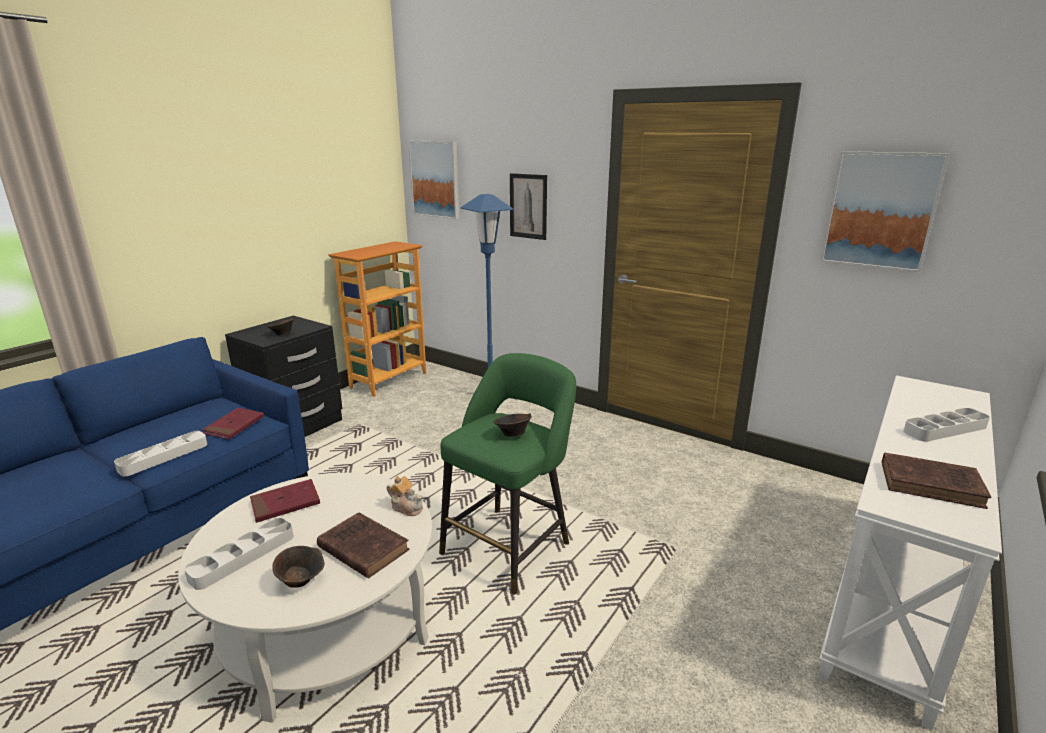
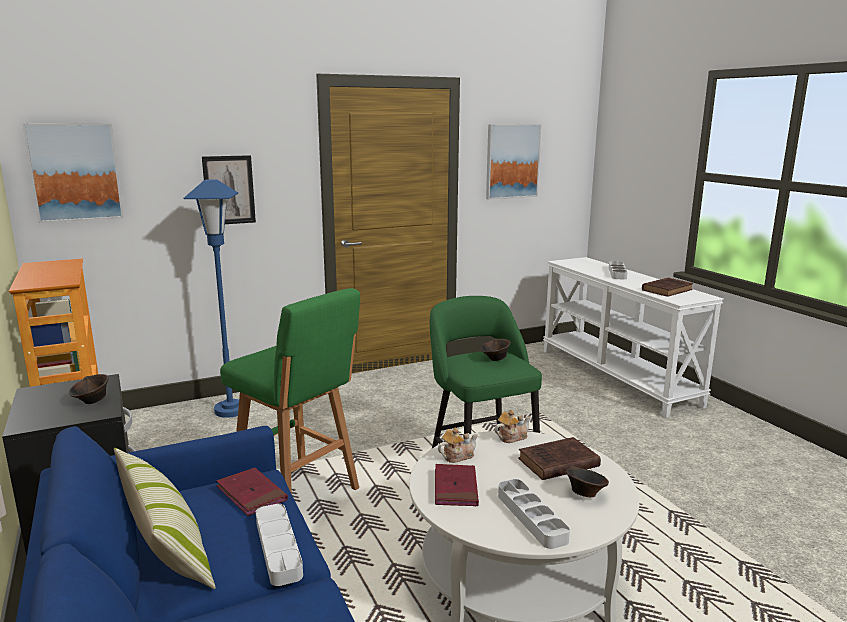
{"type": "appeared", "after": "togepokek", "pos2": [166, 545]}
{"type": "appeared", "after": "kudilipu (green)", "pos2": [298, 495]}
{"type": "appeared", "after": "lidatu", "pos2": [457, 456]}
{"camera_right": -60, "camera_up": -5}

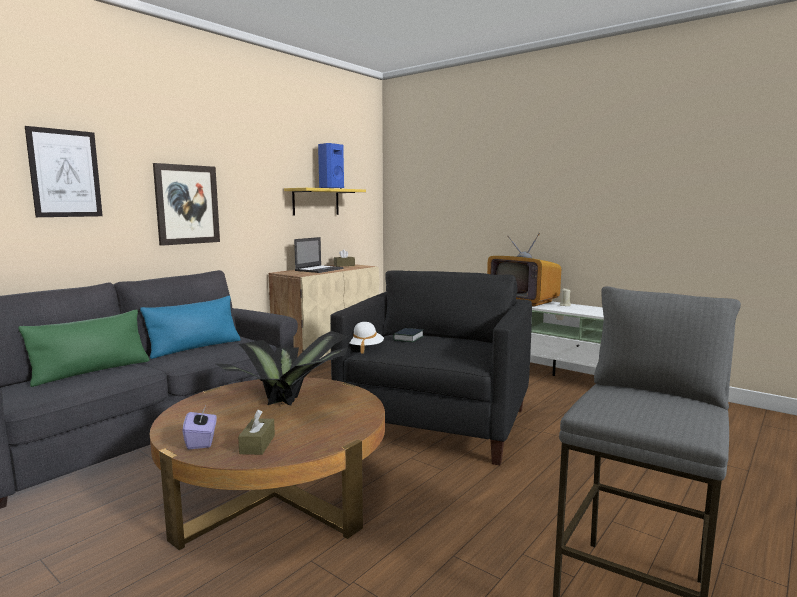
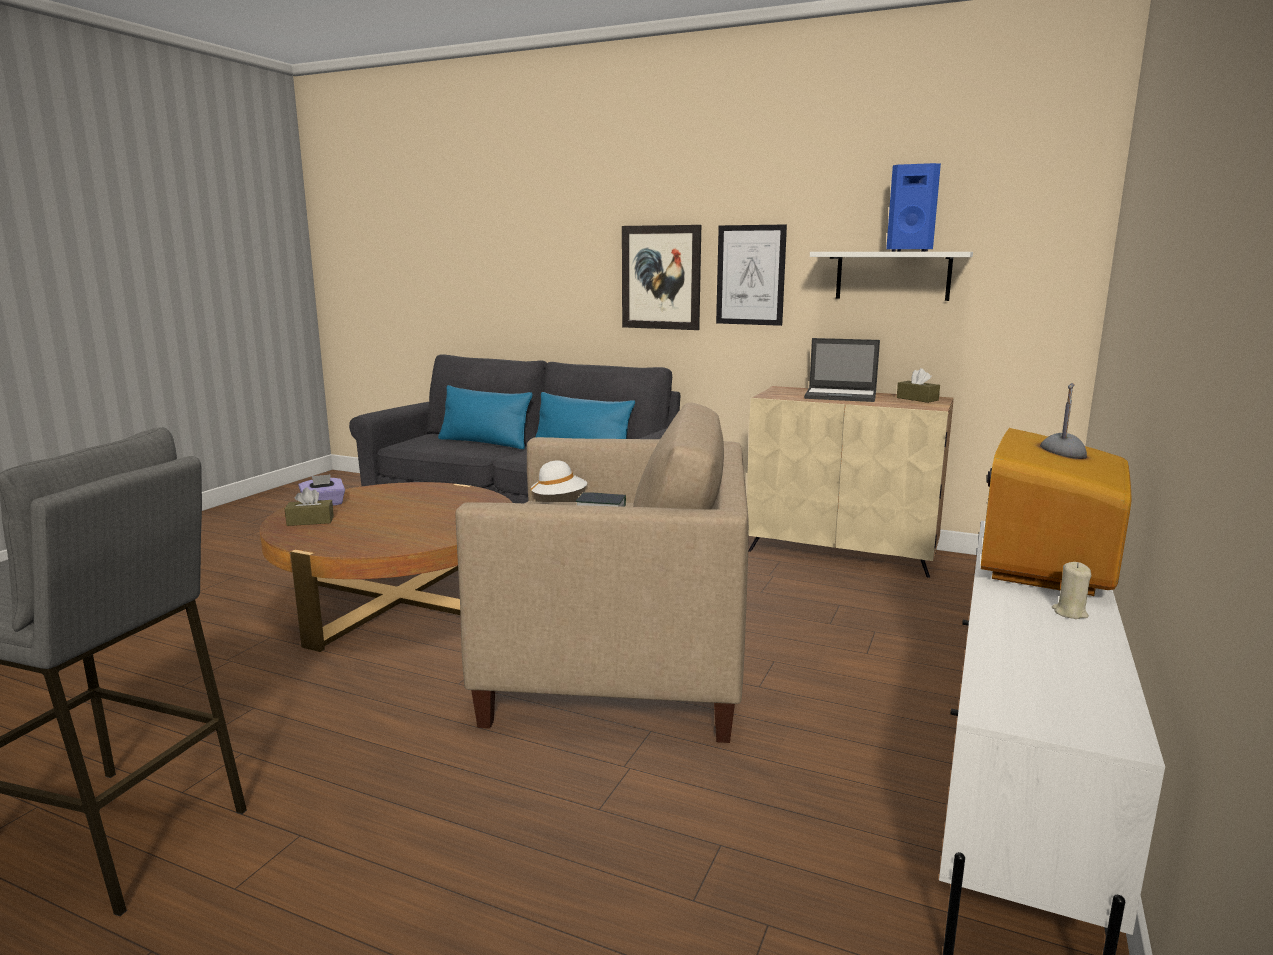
{"type": "colour", "before": "togepokek (green)", "after": "togepokek (blue)", "pos1": [91, 371], "pos2": [484, 442]}
{"type": "colour", "before": "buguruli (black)", "after": "buguruli (beige)", "pos1": [436, 423], "pos2": [618, 664]}
{"type": "relocated", "before": "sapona", "pos1": [65, 173], "pos2": [750, 275]}
{"type": "colour", "before": "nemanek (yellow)", "after": "nemanek (white)", "pos1": [316, 202], "pos2": [892, 275]}
{"type": "missing", "before": "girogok", "pos1": [291, 401]}
{"camera_right": 75, "camera_up": 5}

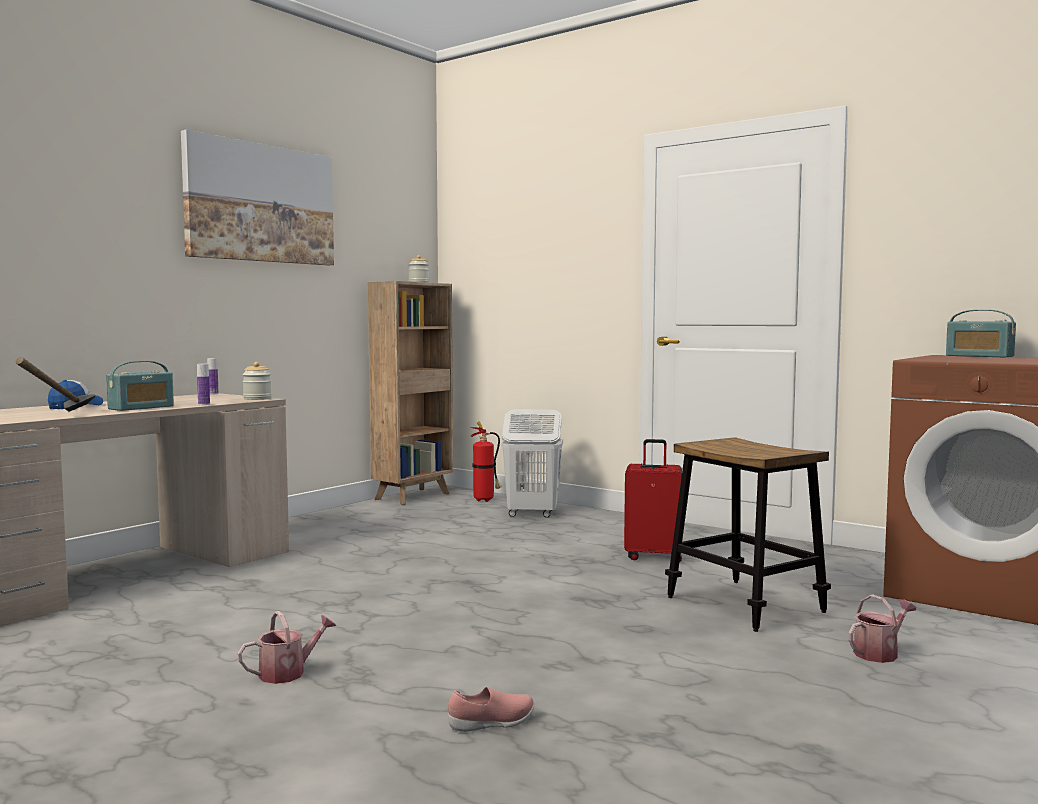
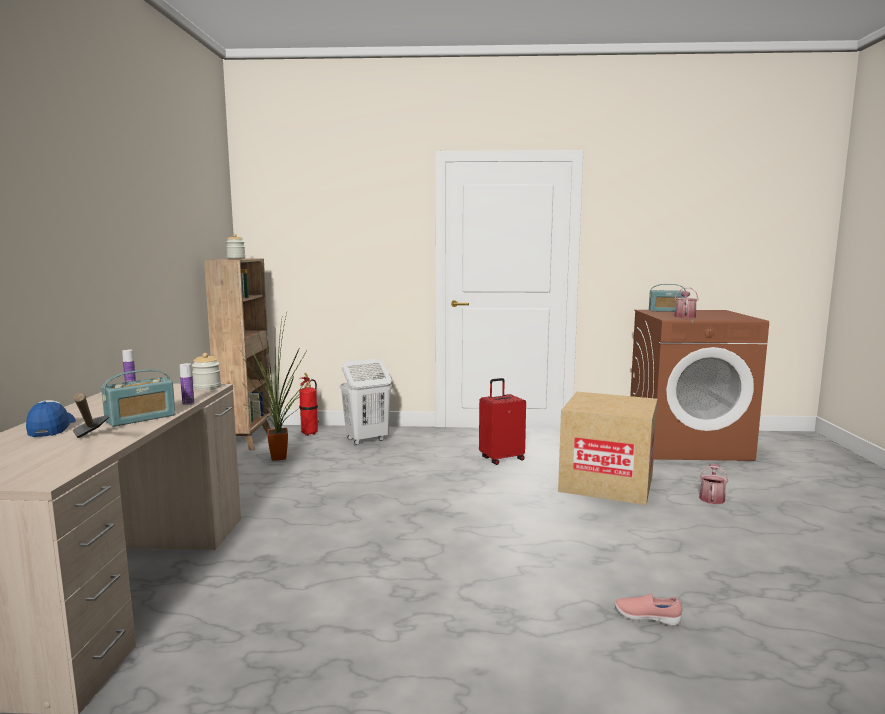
{"type": "spun", "before": "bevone", "pos1": [141, 407], "pos2": [140, 418], "turn": 45}
{"type": "appeared", "after": "girogok", "pos2": [278, 459]}
{"type": "exchanged", "before": "kudilipu", "after": "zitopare", "pos1": [745, 604], "pos2": [606, 483]}
{"type": "spun", "before": "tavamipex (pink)", "pos1": [492, 723], "pos2": [646, 618], "turn": -105}
{"type": "relocated", "before": "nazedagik", "pos1": [288, 672], "pos2": [684, 316]}
{"type": "missing", "before": "sapona", "pos1": [260, 203]}
{"camera_right": -35, "camera_up": 5}

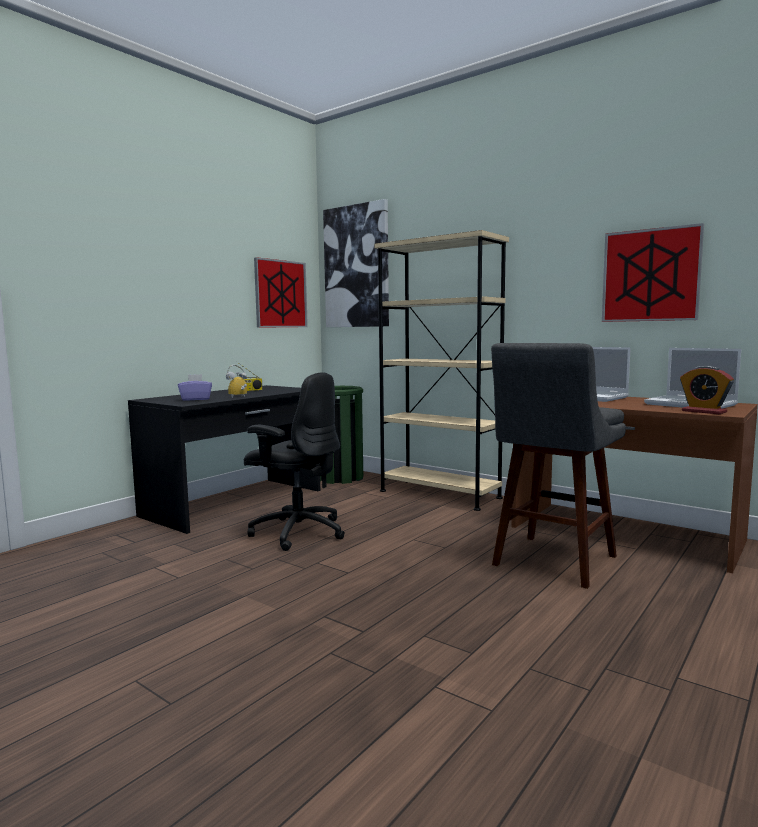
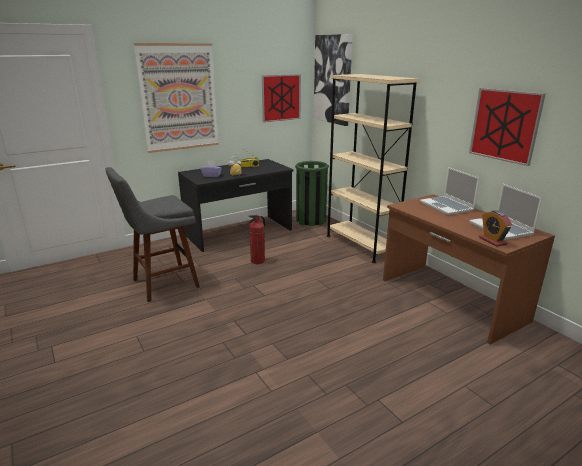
{"type": "relocated", "before": "kudilipu (grey)", "pos1": [552, 562], "pos2": [162, 284]}
{"type": "appeared", "after": "sapona", "pos2": [179, 98]}
{"type": "exchanged", "before": "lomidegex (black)", "after": "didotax", "pos1": [297, 532], "pos2": [258, 261]}
{"camera_right": 20, "camera_up": 15}

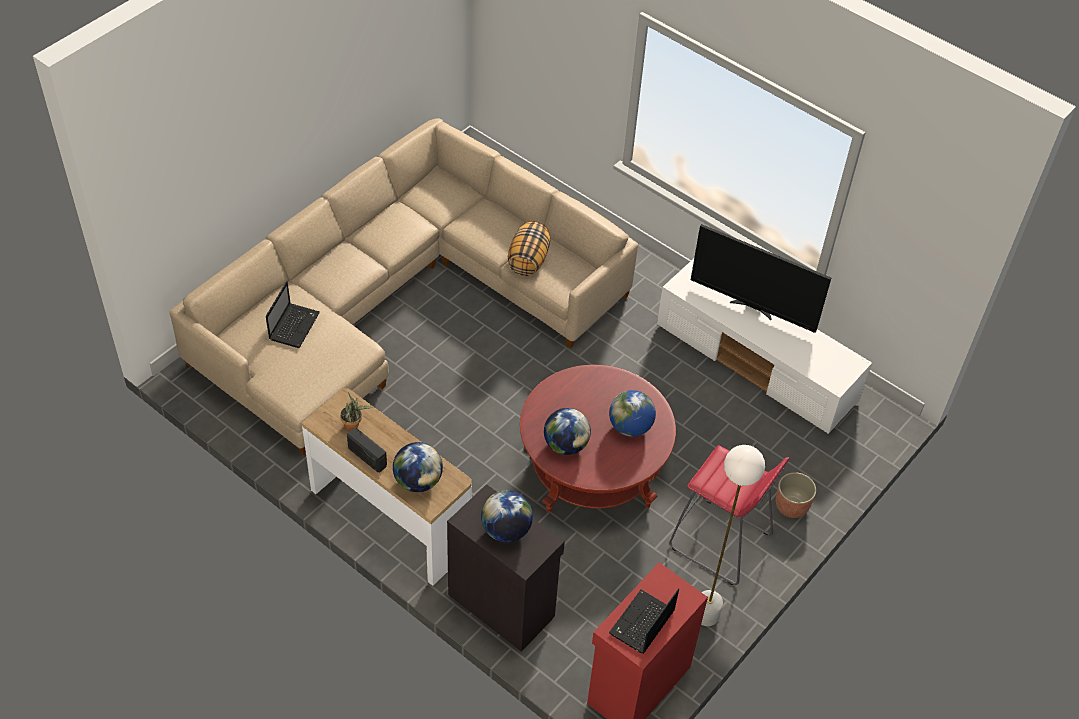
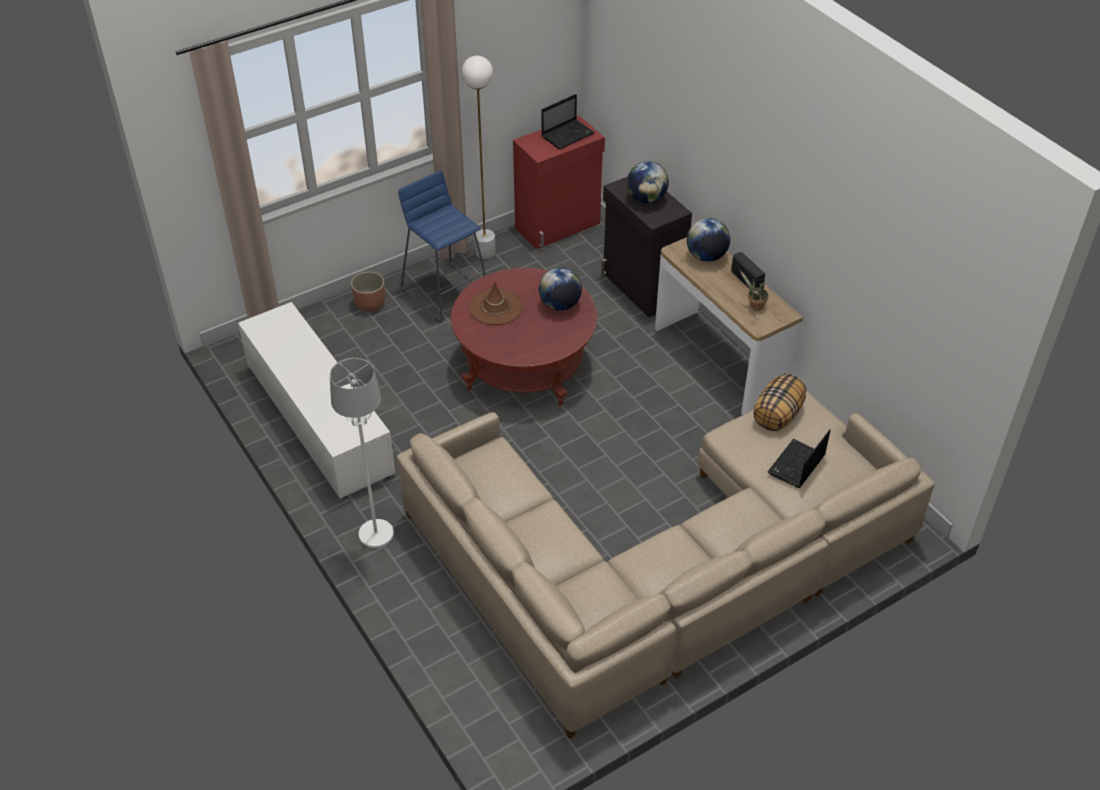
{"type": "appeared", "after": "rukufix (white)", "pos2": [375, 534]}
{"type": "colour", "before": "kudilipu (red)", "after": "kudilipu (blue)", "pos1": [720, 542], "pos2": [445, 292]}
{"type": "exchanged", "before": "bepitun", "after": "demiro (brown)", "pos1": [630, 427], "pos2": [496, 307]}
{"type": "relocated", "before": "togepokek", "pos1": [528, 260], "pos2": [777, 415]}
{"type": "missing", "before": "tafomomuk", "pos1": [752, 308]}
{"camera_right": -160, "camera_up": -5}

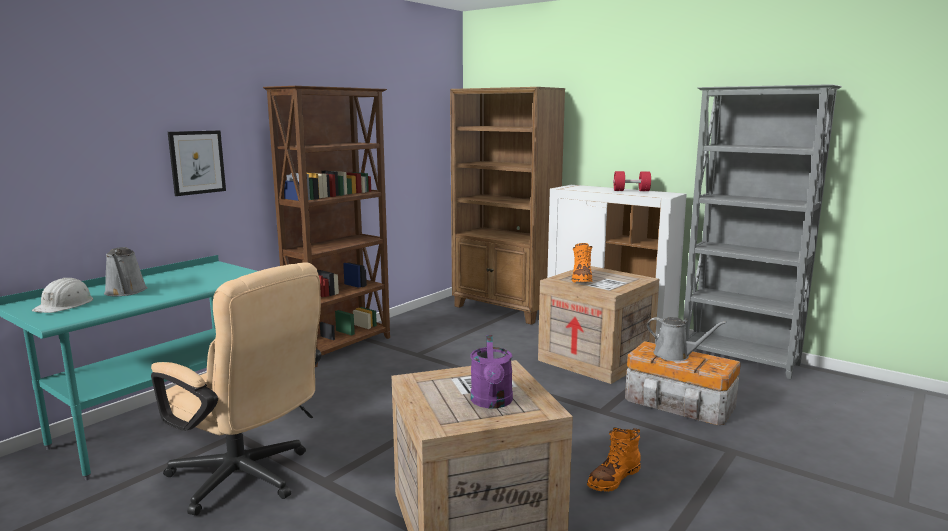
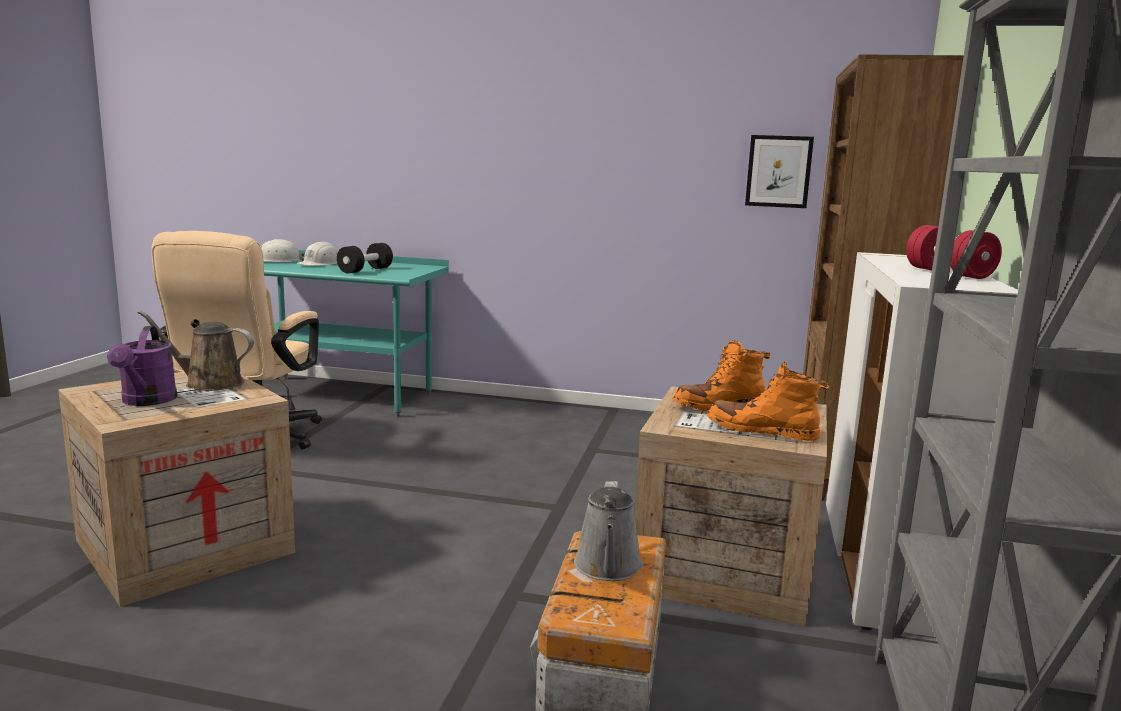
{"type": "spun", "before": "nazedagik (purple)", "pos1": [492, 402], "pos2": [146, 401], "turn": -75}
{"type": "appeared", "after": "nazedagik (brown)", "pos2": [209, 383]}
{"type": "exchanged", "before": "nazedagik (grey)", "after": "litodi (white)", "pos1": [125, 292], "pos2": [321, 264]}
{"type": "appeared", "after": "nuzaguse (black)", "pos2": [365, 270]}
{"type": "relocated", "before": "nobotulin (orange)", "pos1": [613, 478], "pos2": [762, 431]}
{"type": "relocated", "before": "sapona", "pos1": [197, 162], "pos2": [778, 171]}
{"type": "missing", "before": "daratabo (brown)", "pos1": [342, 347]}
{"camera_right": 65, "camera_up": 0}

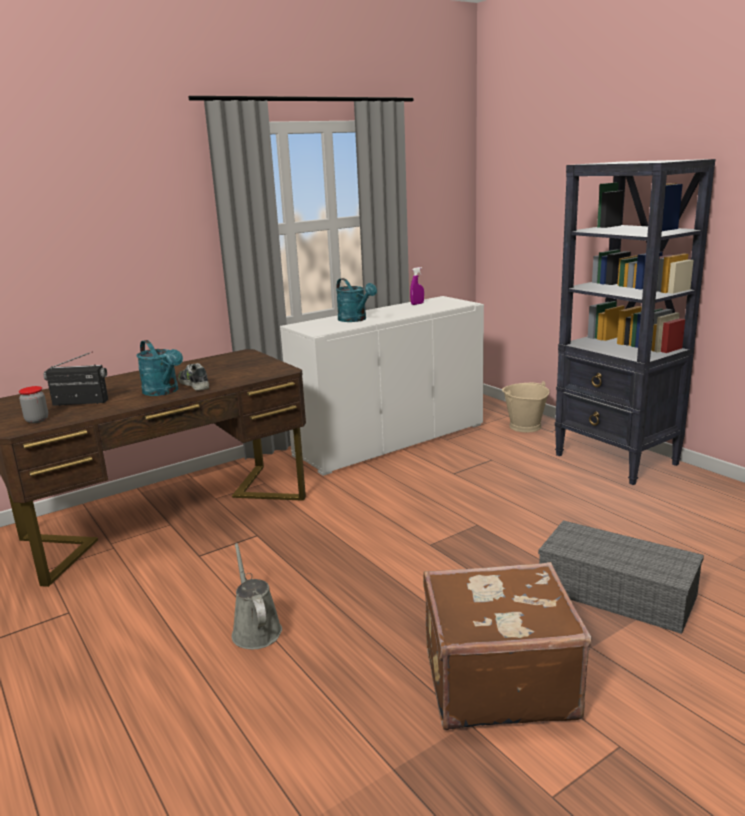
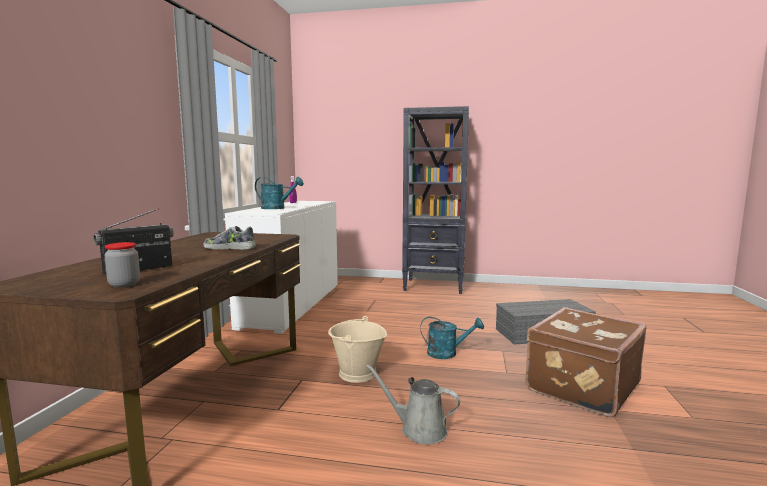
{"type": "relocated", "before": "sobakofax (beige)", "pos1": [524, 426], "pos2": [357, 374]}
{"type": "relocated", "before": "nazedagik (turquoise)", "pos1": [164, 392], "pos2": [447, 353]}
{"camera_right": -45, "camera_up": -10}

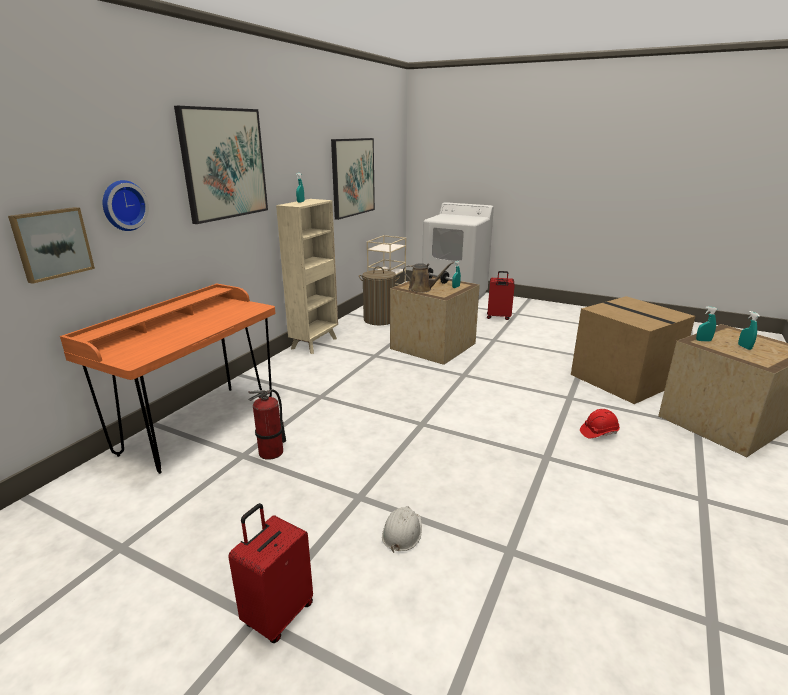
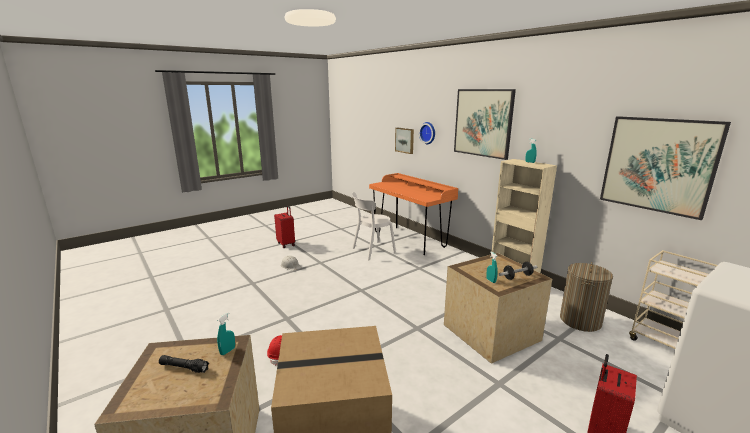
{"type": "exchanged", "before": "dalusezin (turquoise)", "after": "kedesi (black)", "pos1": [744, 347], "pos2": [184, 368]}
{"type": "exchanged", "before": "didotax", "after": "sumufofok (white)", "pos1": [271, 452], "pos2": [371, 251]}
{"type": "missing", "before": "nazedagik (brown)", "pos1": [422, 289]}
{"camera_right": 115, "camera_up": -5}

